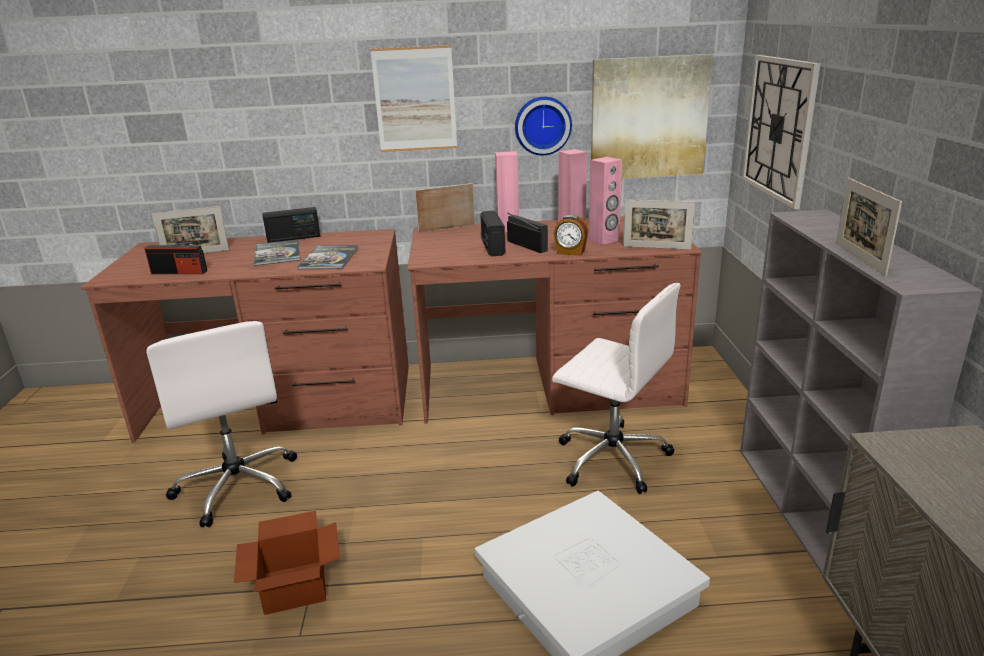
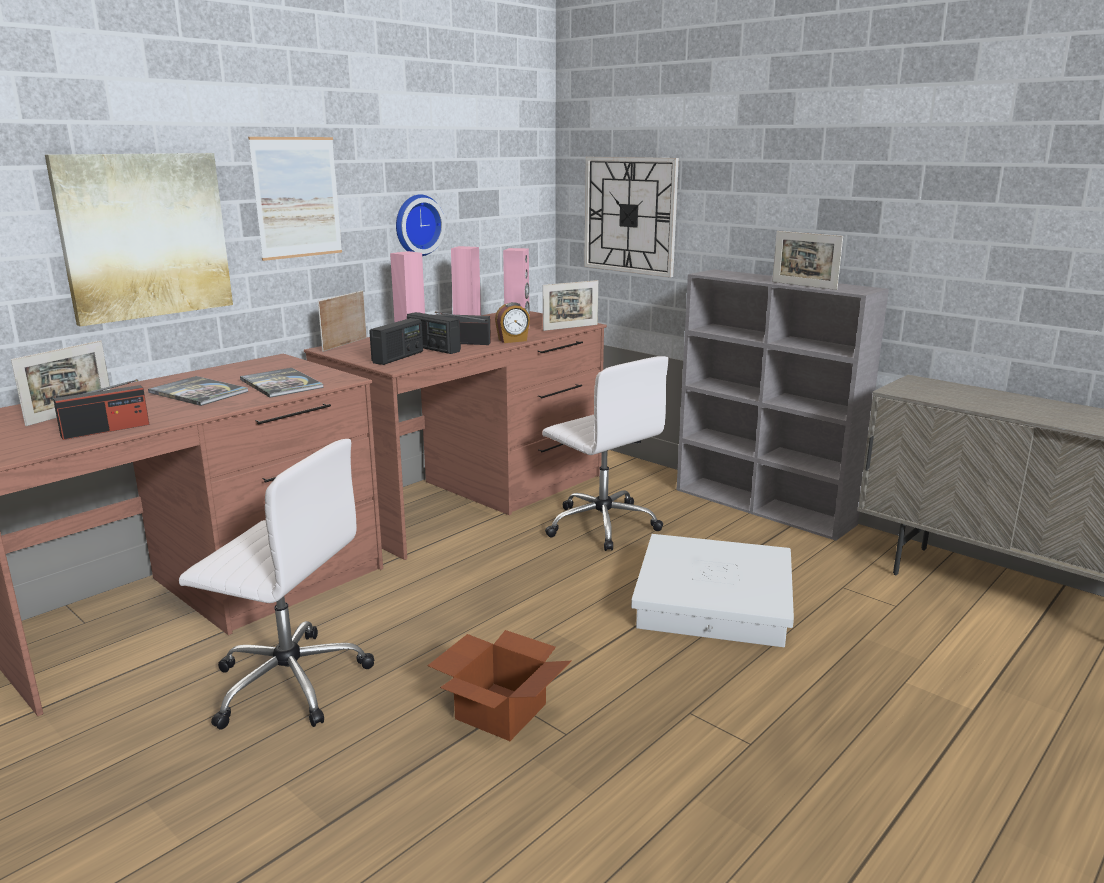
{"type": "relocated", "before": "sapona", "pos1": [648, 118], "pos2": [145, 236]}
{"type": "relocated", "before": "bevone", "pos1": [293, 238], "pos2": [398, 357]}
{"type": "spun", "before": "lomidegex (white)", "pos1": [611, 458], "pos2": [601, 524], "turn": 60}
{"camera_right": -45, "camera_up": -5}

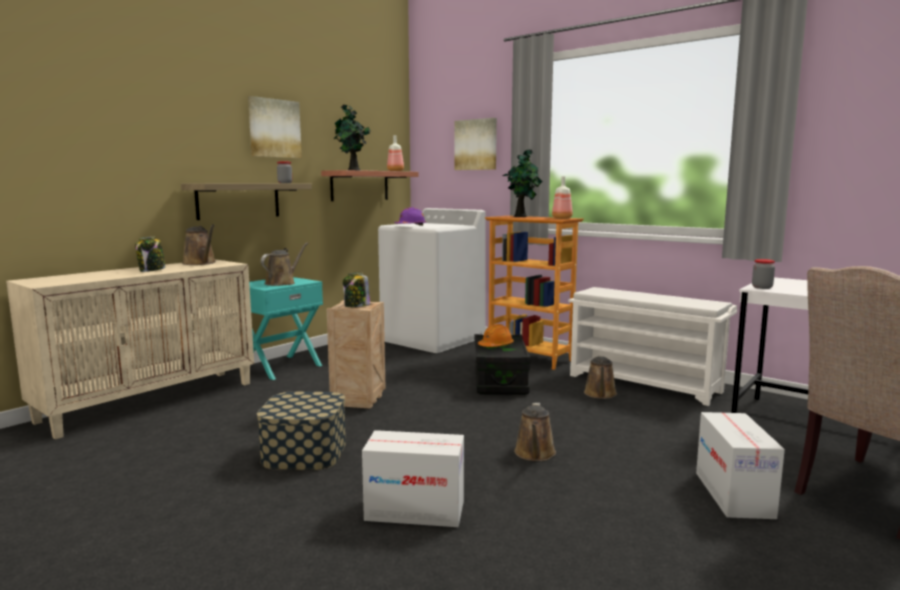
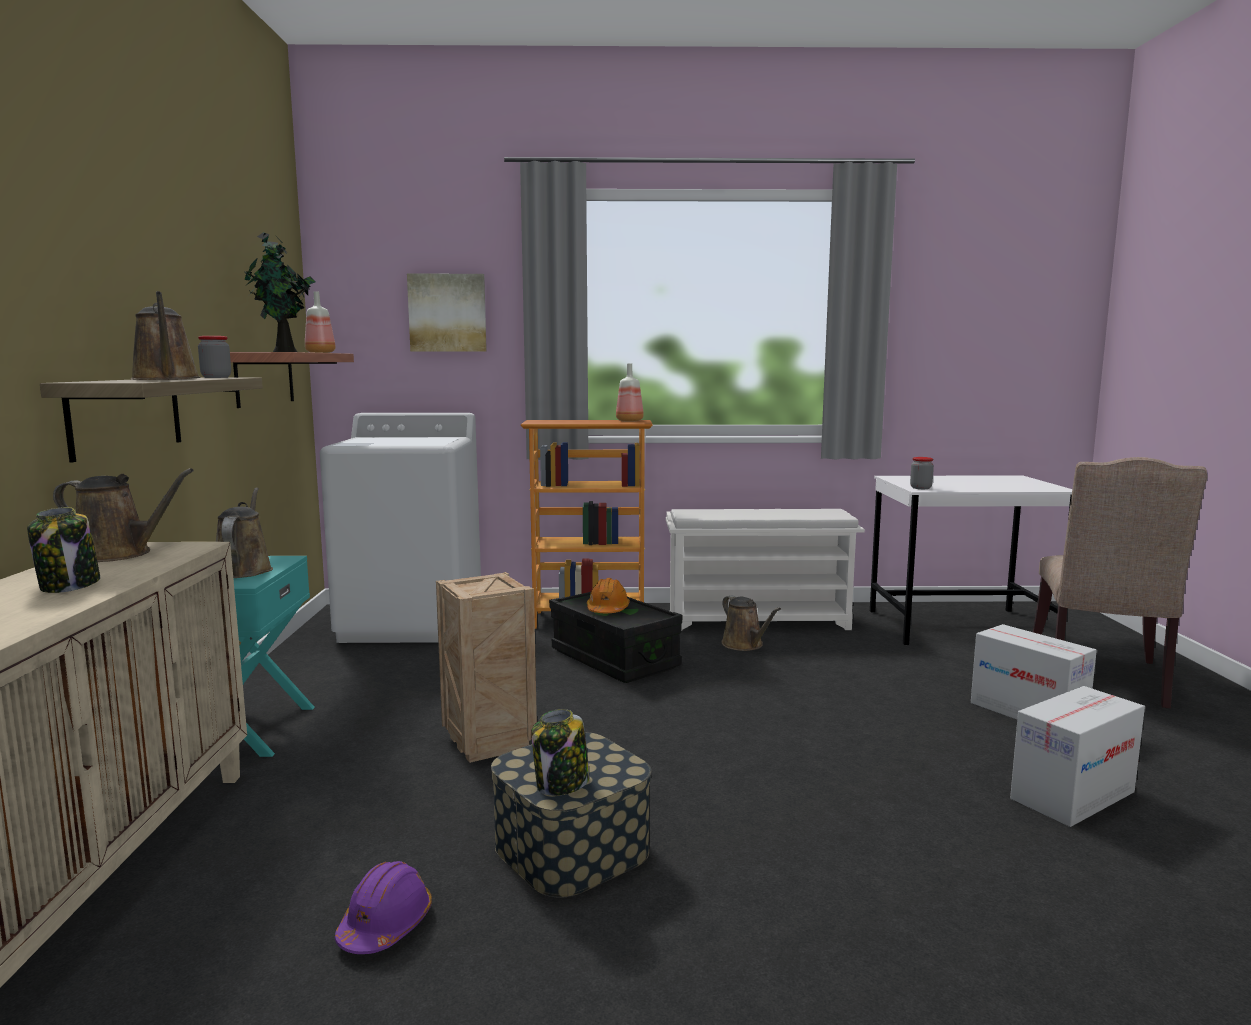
{"type": "relocated", "before": "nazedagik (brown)", "pos1": [535, 454], "pos2": [166, 379]}
{"type": "relocated", "before": "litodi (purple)", "pos1": [410, 226], "pos2": [385, 925]}
{"type": "relocated", "before": "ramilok", "pos1": [356, 306], "pos2": [561, 784]}
{"type": "relocated", "before": "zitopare", "pos1": [415, 511], "pos2": [1072, 795]}
{"type": "missing", "before": "sapona", "pos1": [274, 128]}
{"type": "missing", "before": "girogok", "pos1": [521, 216]}
{"camera_right": -40, "camera_up": 0}

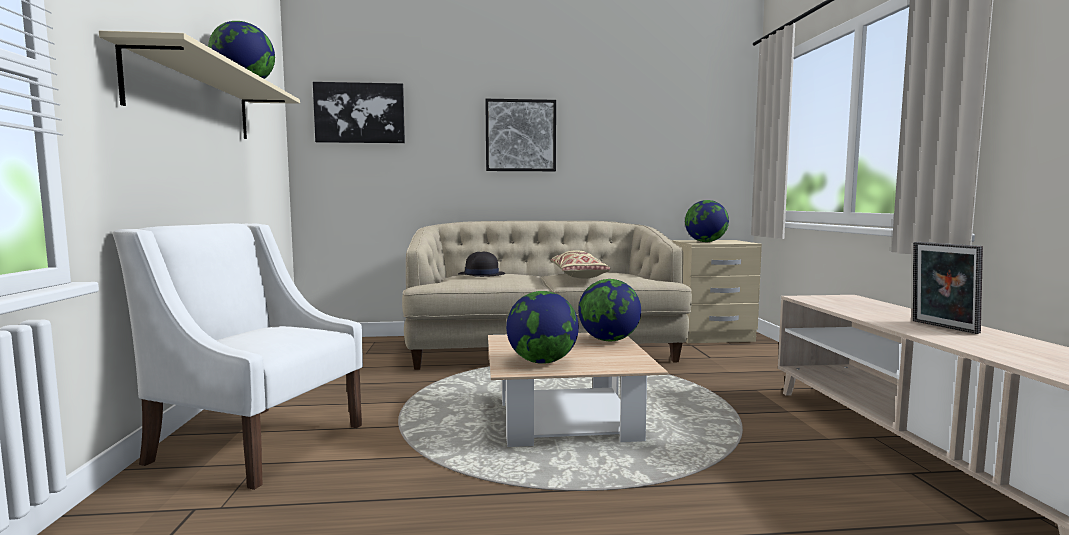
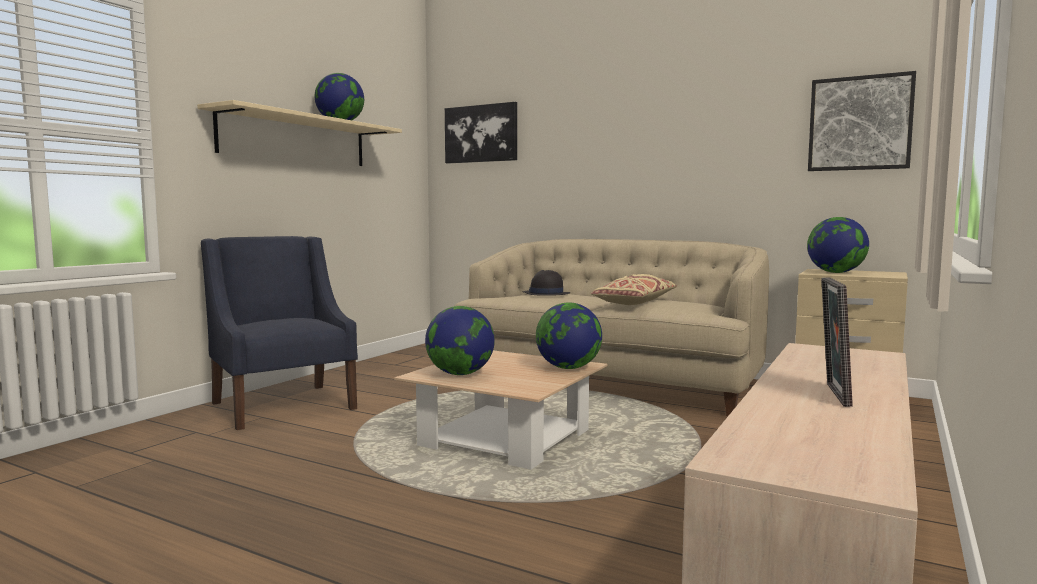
{"type": "colour", "before": "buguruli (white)", "after": "buguruli (blue)", "pos1": [258, 442], "pos2": [283, 405]}
{"type": "relocated", "before": "sapona", "pos1": [520, 135], "pos2": [860, 123]}
{"camera_right": 35, "camera_up": 0}

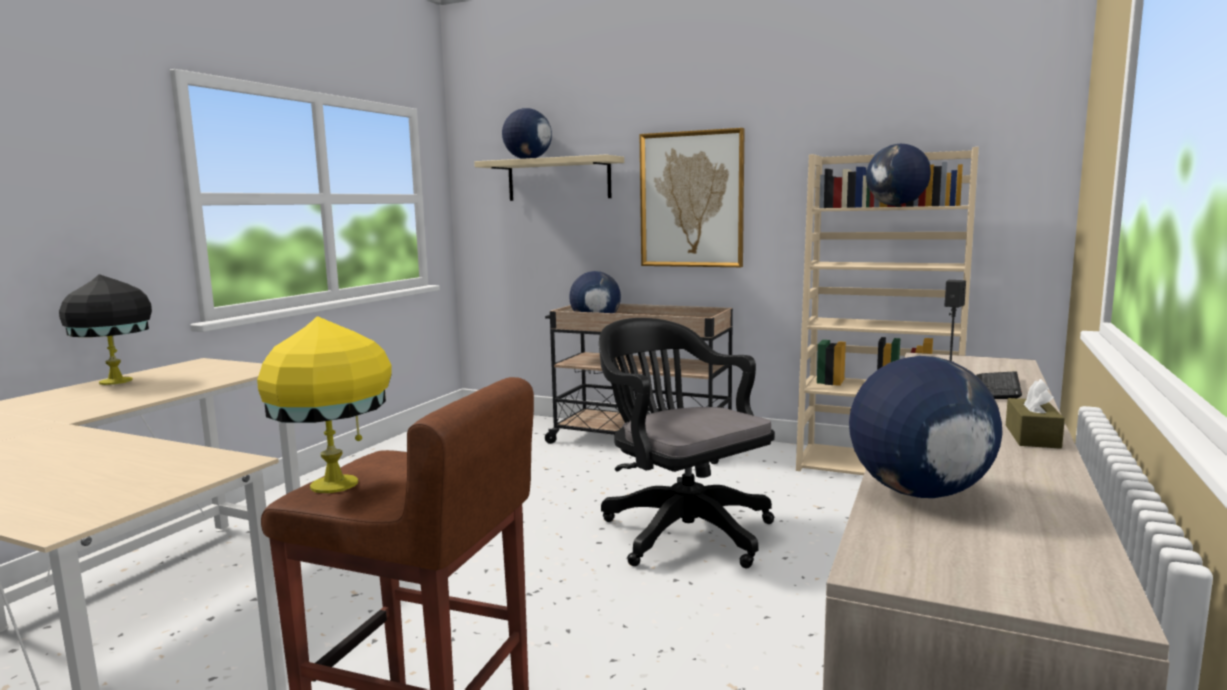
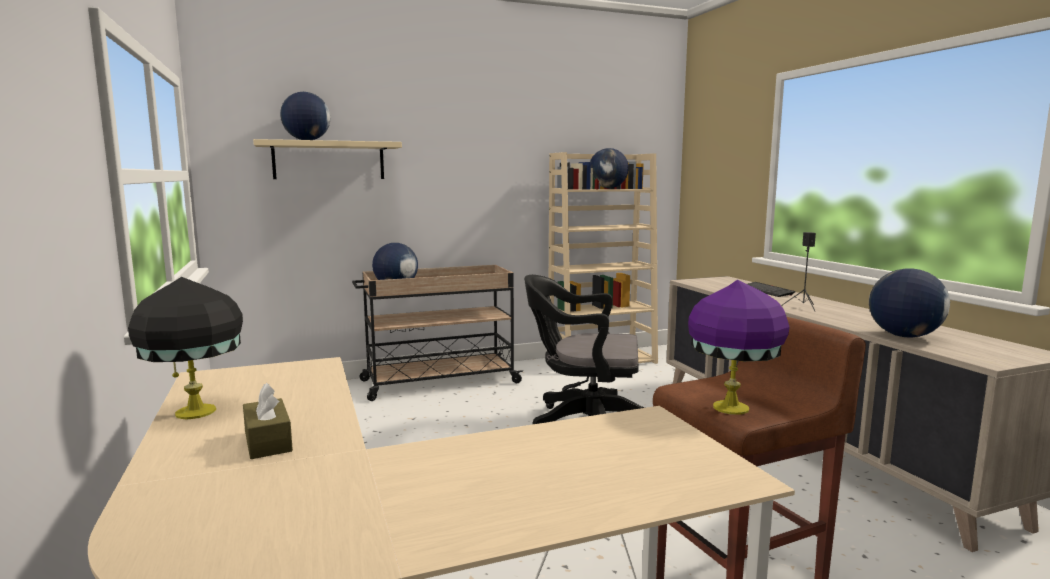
{"type": "relocated", "before": "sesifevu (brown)", "pos1": [1032, 436], "pos2": [268, 441]}
{"type": "colour", "before": "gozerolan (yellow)", "after": "gozerolan (purple)", "pos1": [336, 485], "pos2": [733, 408]}
{"type": "missing", "before": "sapona", "pos1": [691, 199]}
{"camera_right": -45, "camera_up": 0}

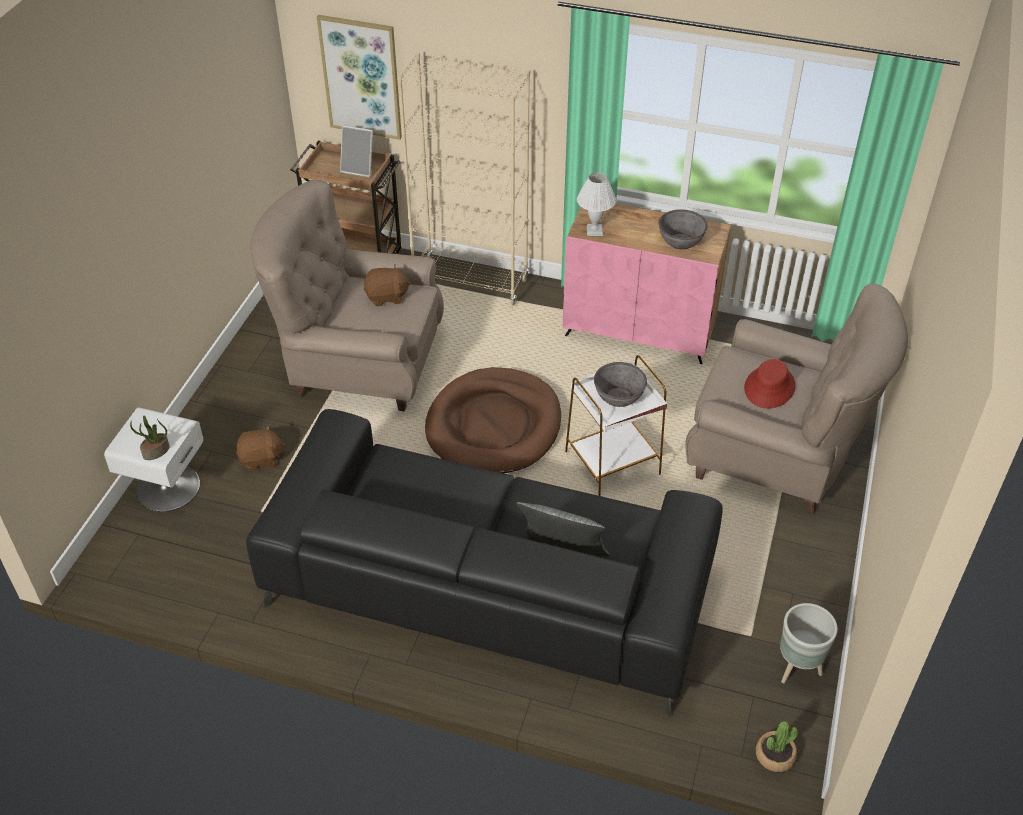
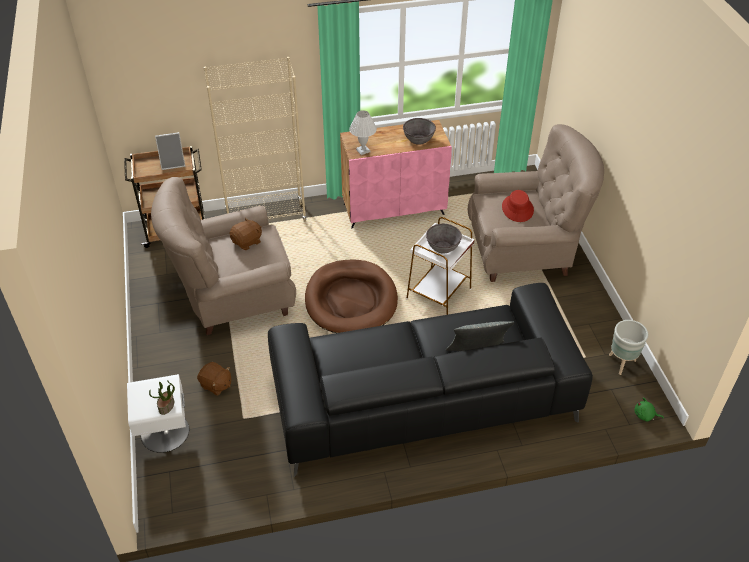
{"type": "spun", "before": "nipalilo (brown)", "pos1": [261, 459], "pos2": [216, 385], "turn": 75}
{"type": "exchanged", "before": "girogok", "after": "nipalilo (green)", "pos1": [775, 756], "pos2": [645, 415]}
{"type": "missing", "before": "sapona", "pos1": [361, 77]}
{"camera_right": -30, "camera_up": 0}

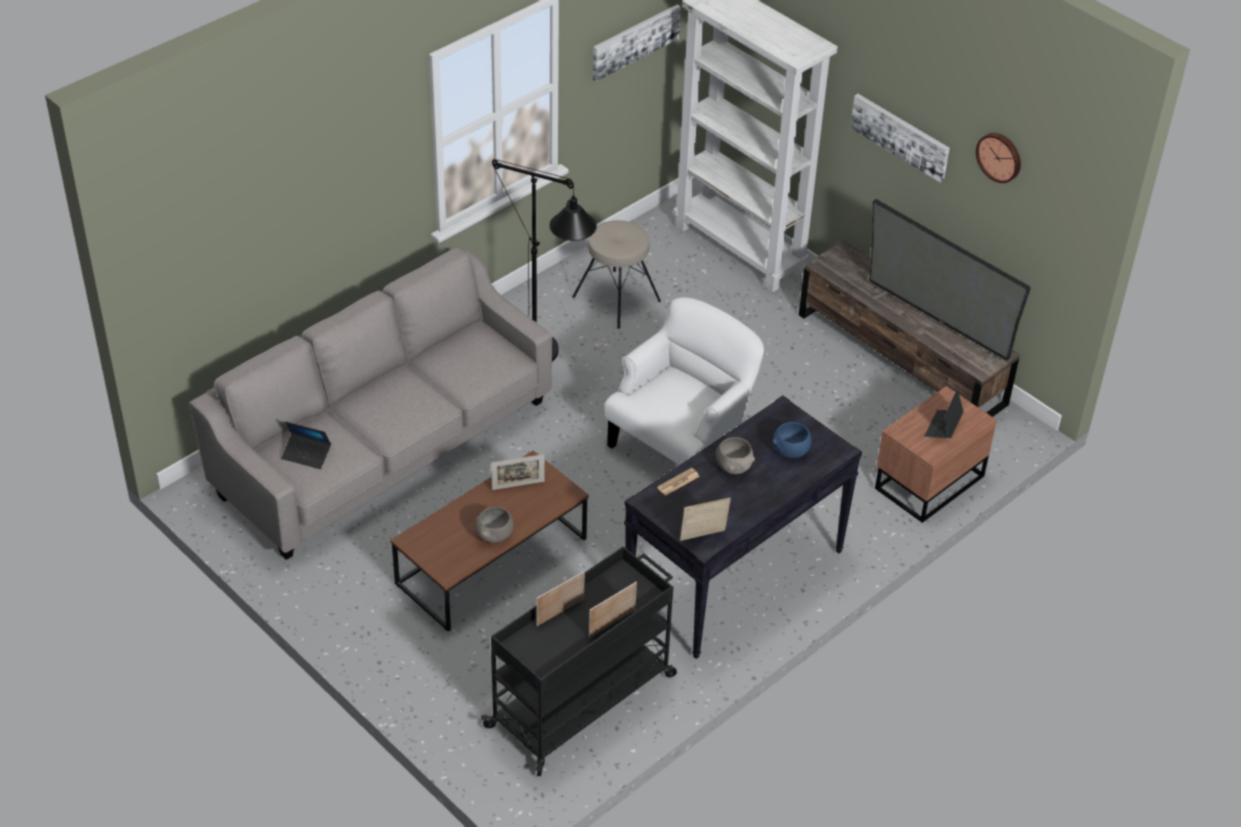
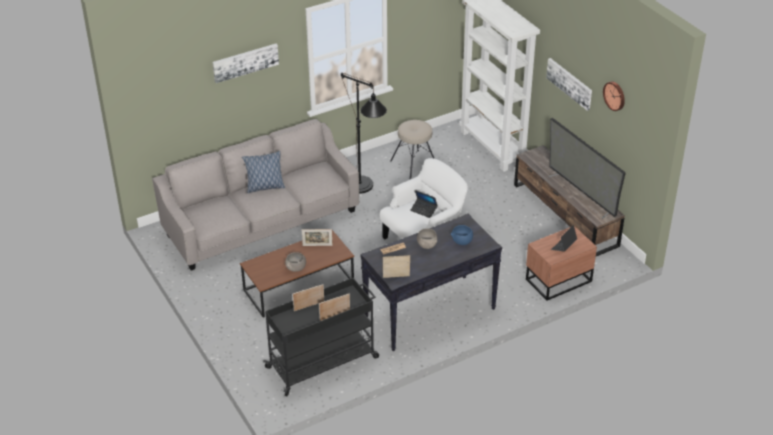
{"type": "relocated", "before": "sapona", "pos1": [635, 41], "pos2": [245, 62]}
{"type": "appeared", "after": "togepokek", "pos2": [264, 187]}
{"type": "relocated", "before": "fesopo", "pos1": [306, 455], "pos2": [424, 210]}
{"camera_right": 15, "camera_up": -5}

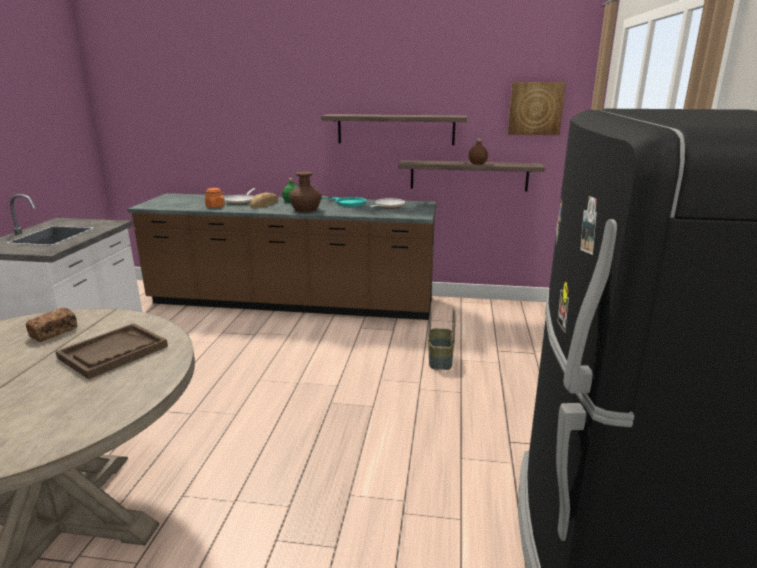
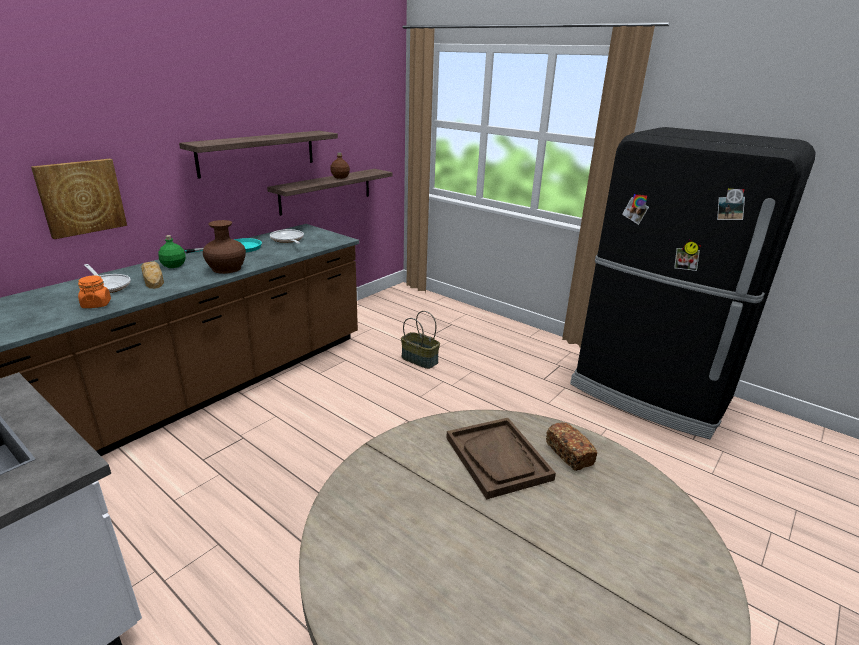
{"type": "relocated", "before": "sapona", "pos1": [535, 108], "pos2": [81, 197]}
{"type": "relocated", "before": "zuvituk", "pos1": [54, 332], "pos2": [569, 454]}
{"camera_right": -60, "camera_up": 5}

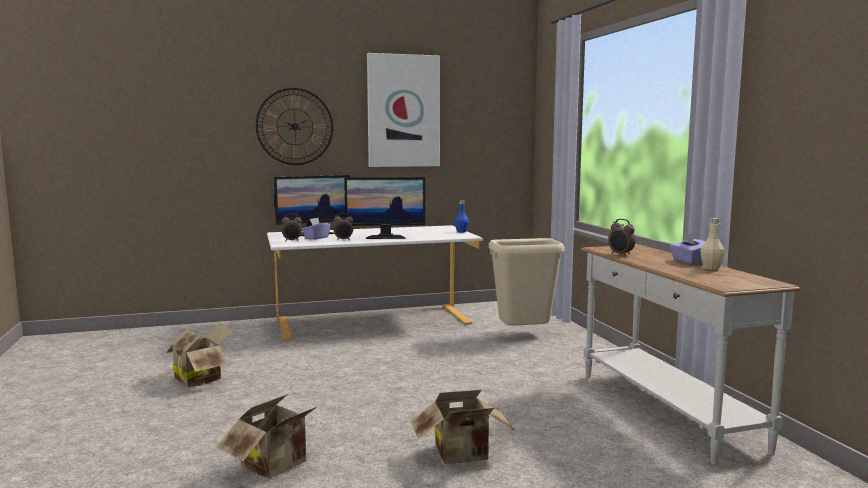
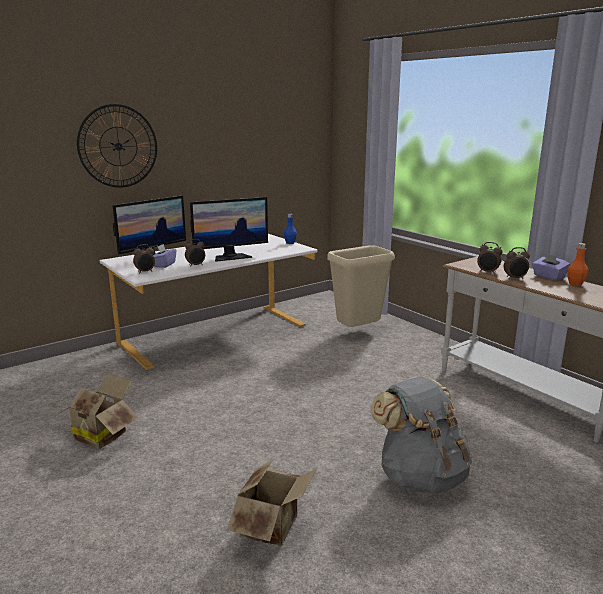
{"type": "exchanged", "before": "zitopare", "after": "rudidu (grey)", "pos1": [463, 455], "pos2": [420, 475]}
{"type": "appeared", "after": "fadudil", "pos2": [515, 278]}
{"type": "colour", "before": "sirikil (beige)", "after": "sirikil (orange)", "pos1": [711, 268], "pos2": [575, 284]}
{"type": "missing", "before": "sapona", "pos1": [403, 111]}
{"camera_right": -20, "camera_up": 10}

